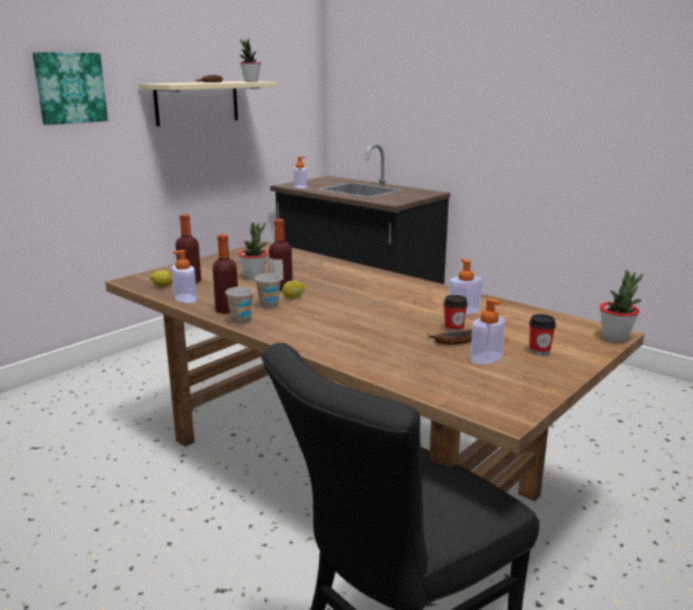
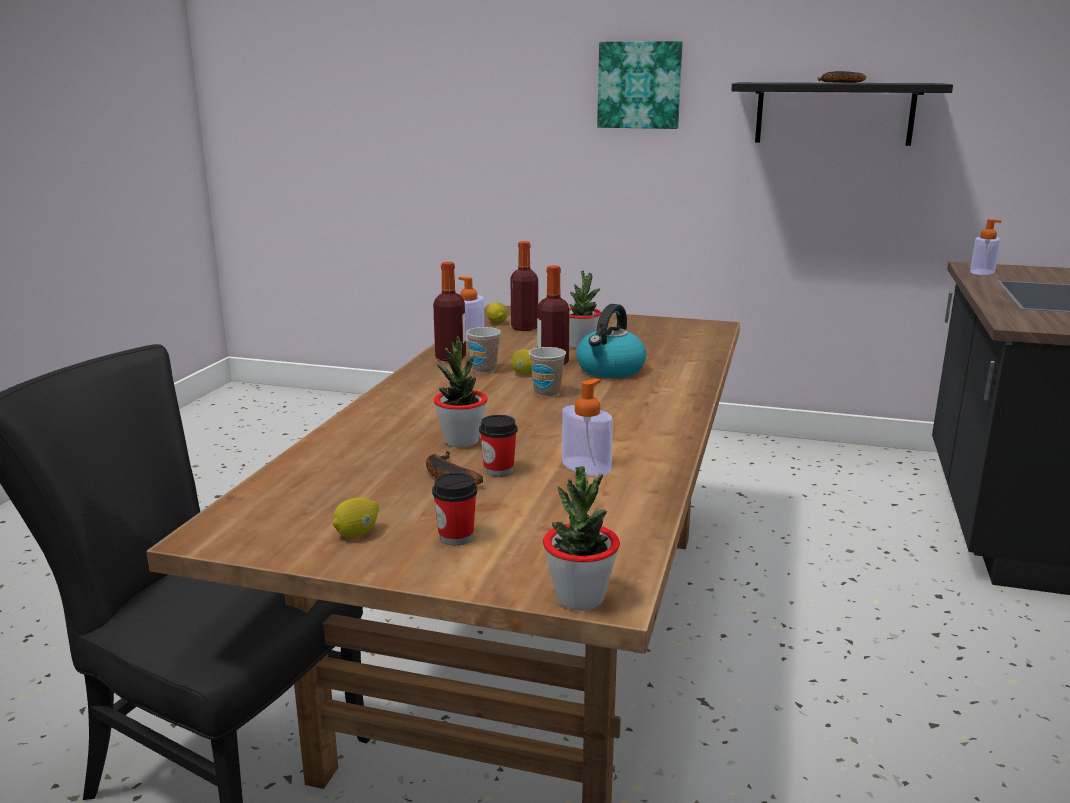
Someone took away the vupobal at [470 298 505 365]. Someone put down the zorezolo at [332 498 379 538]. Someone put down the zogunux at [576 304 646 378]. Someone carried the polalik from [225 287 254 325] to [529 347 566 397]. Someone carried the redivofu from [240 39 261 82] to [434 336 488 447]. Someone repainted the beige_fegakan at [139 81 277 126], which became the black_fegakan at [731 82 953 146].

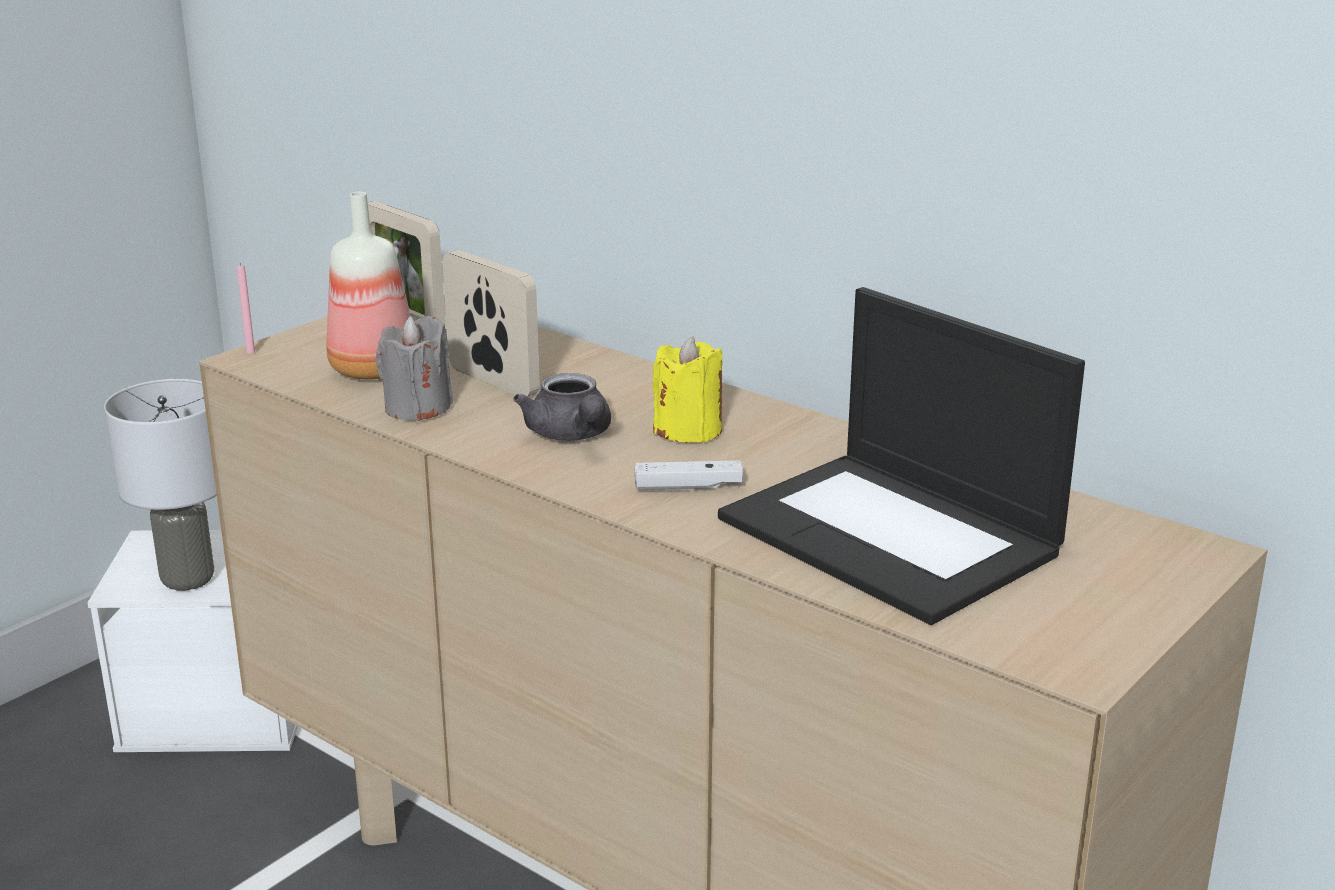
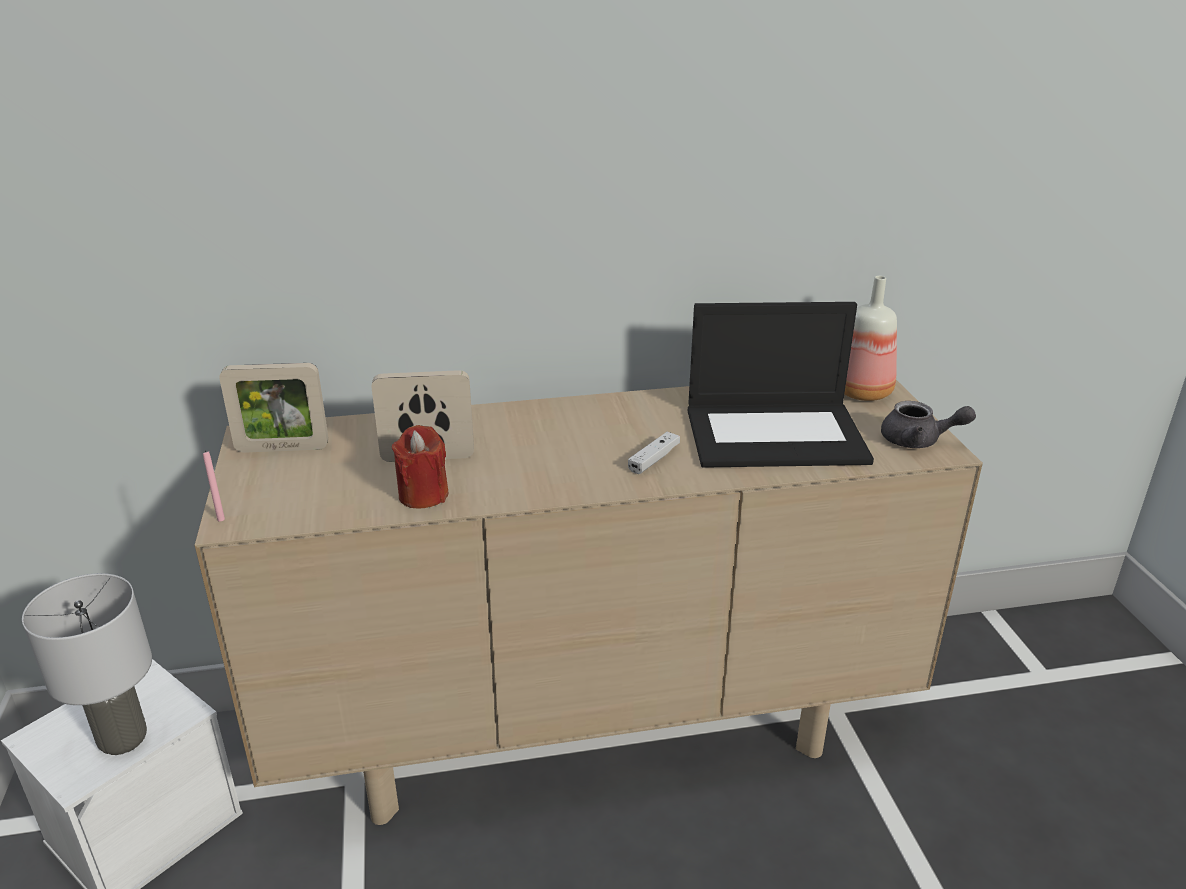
Someone took away the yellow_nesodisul at [652 336 723 443]. Someone carried the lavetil from [327 191 411 379] to [844 276 897 401]. Someone carried the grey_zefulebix from [513 373 611 441] to [881 401 976 448]. Someone repainted the grey_nesodisul at [376 316 453 421], which became the red_nesodisul at [392 425 449 508].

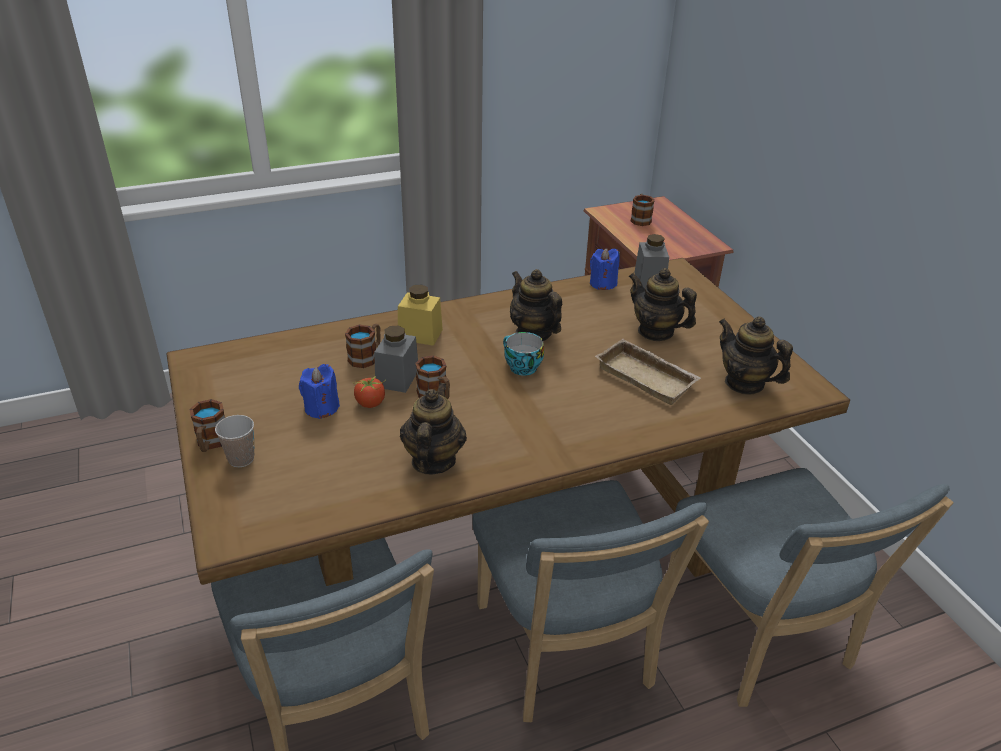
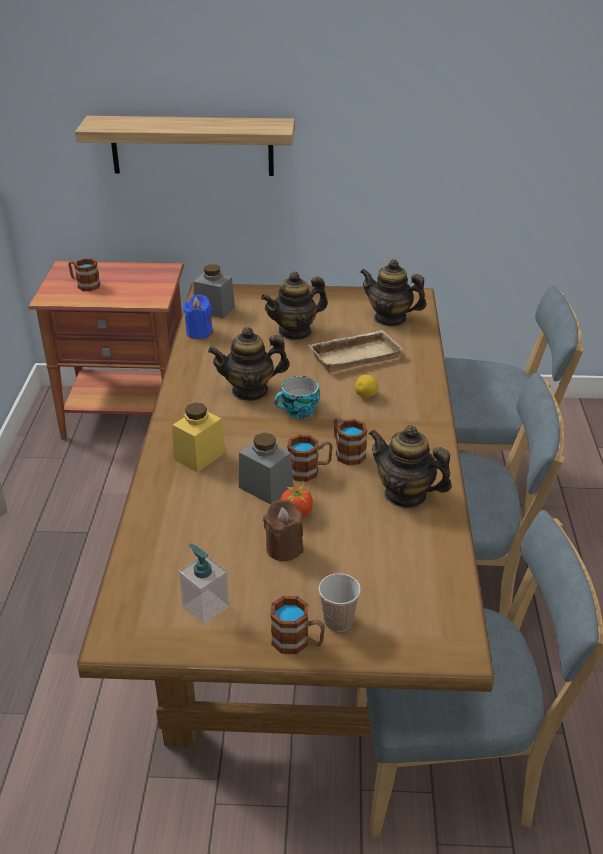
Someone put up the fegakan at [75 116 295 176]. Someone put down the vupobal at [179 544 229 624]. Someone put down the zorezolo at [355 375 378 398]. Someone carried the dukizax from [345 324 381 368] to [334 417 367 465]. Someone repainted the blue_nesodisul at [299 364 340 419], which became the brown_nesodisul at [263 500 304 561]. Someone rotated the zefulebix at [719 317 793 395] by 45 degrees clockwise.

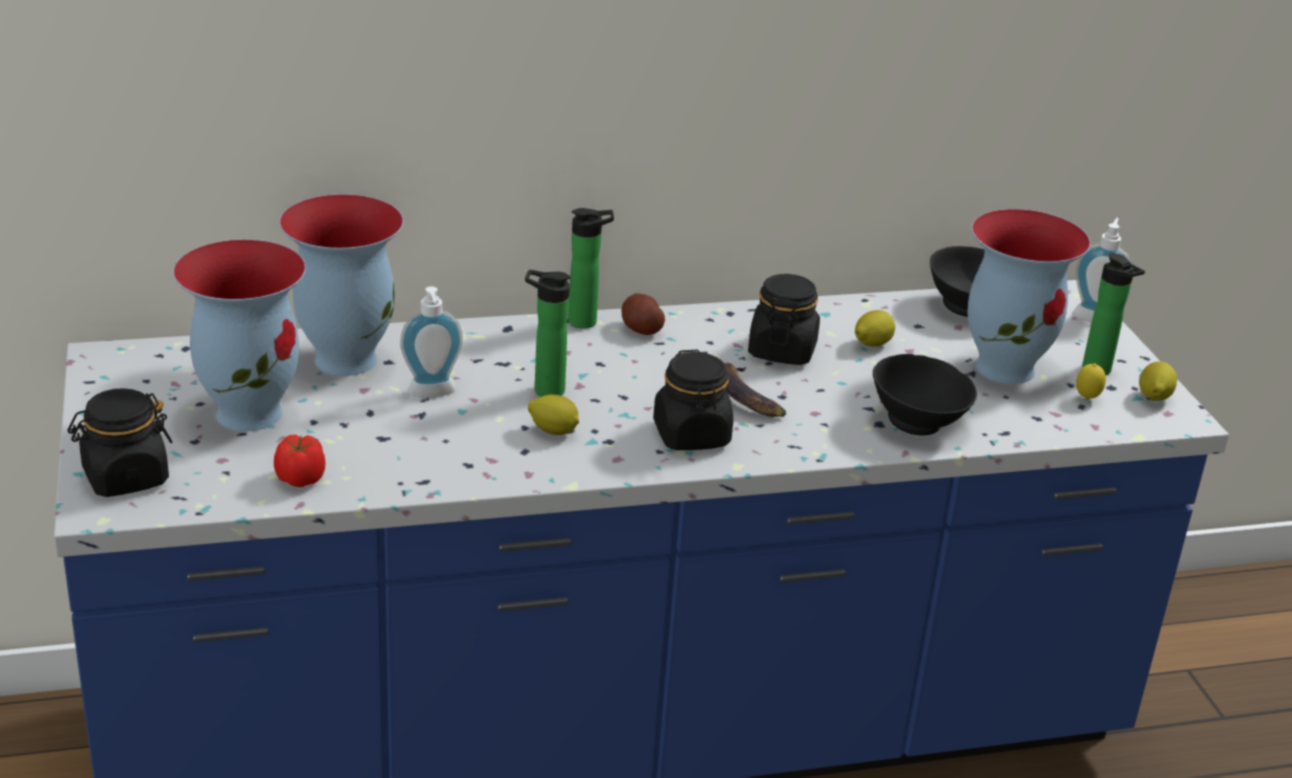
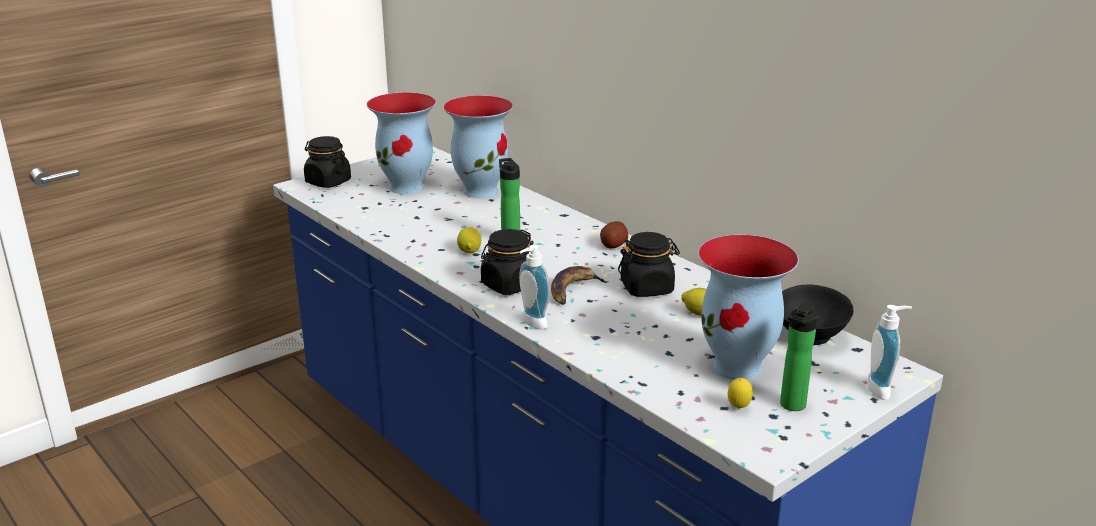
Someone took away the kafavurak at [274 435 326 487]. Someone took away the lavetil at [568 208 614 329]. Someone took away the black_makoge at [873 354 977 436]. Someone took away the zorezolo at [1139 361 1177 401]. Someone carried the vupobal from [400 287 463 397] to [519 245 550 329].

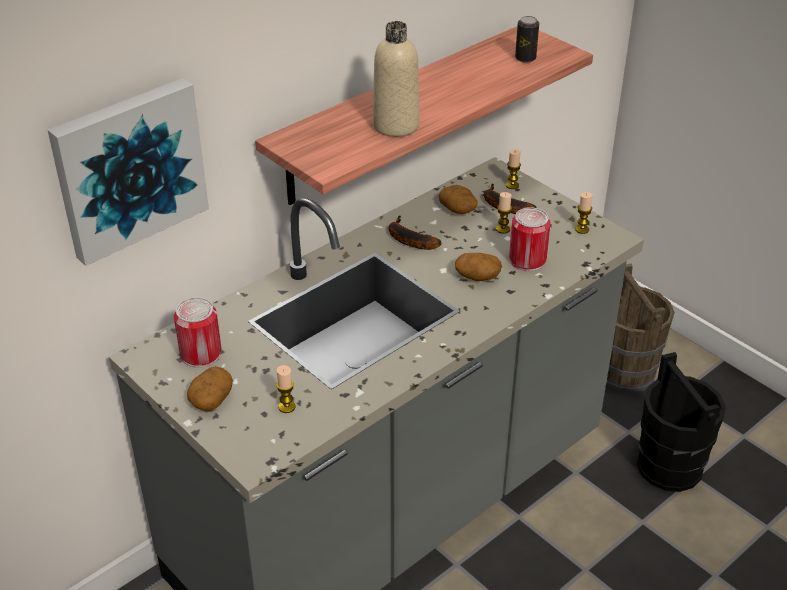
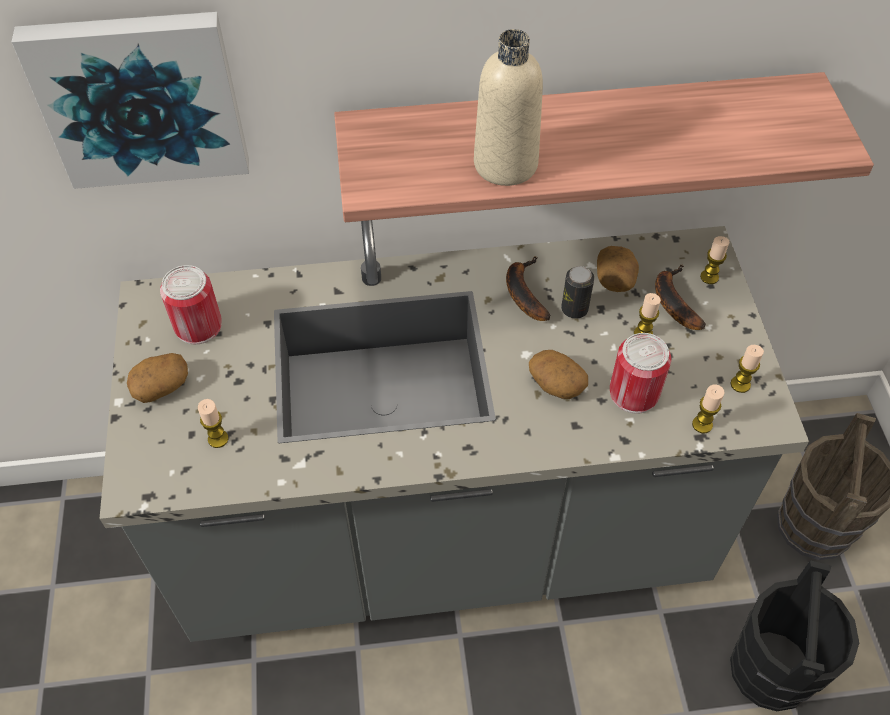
Someone put down the nesodisul at [692 385 724 433]. Someone carried the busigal from [515 16 539 63] to [561 266 594 319].

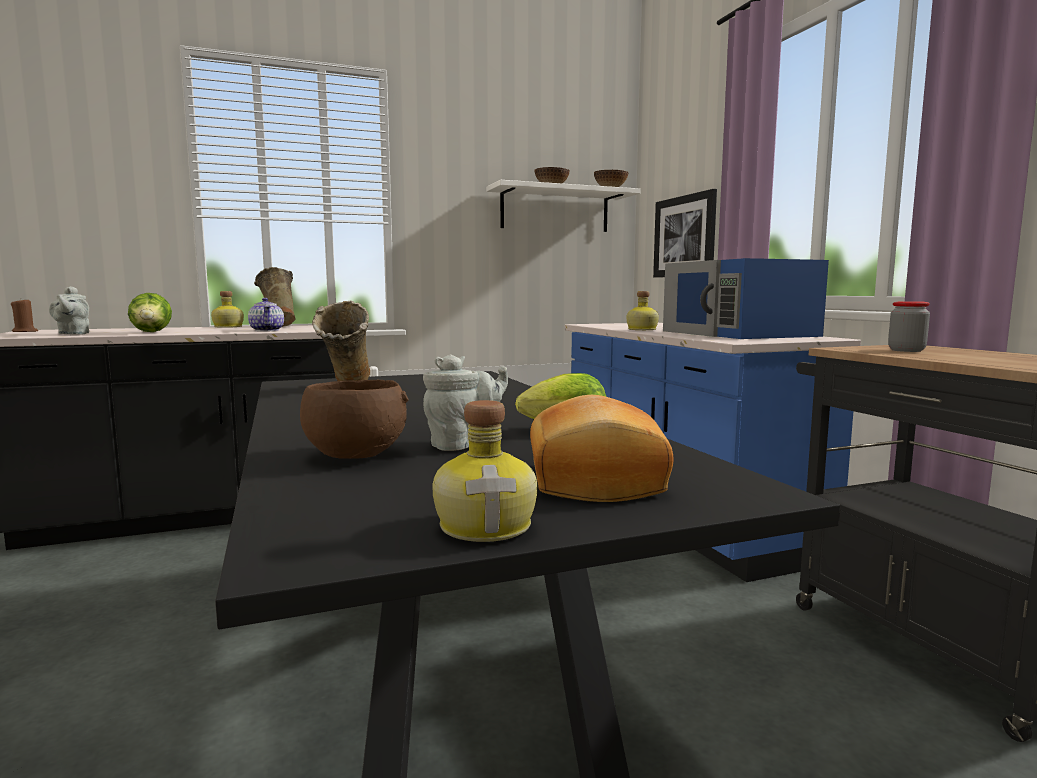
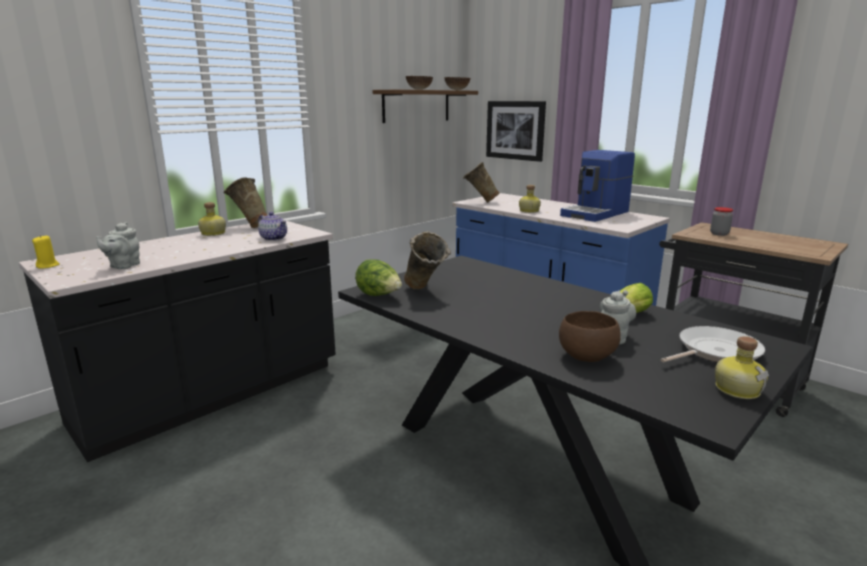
Someone put down the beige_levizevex at [463 162 500 203]. Someone carried the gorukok from [128 293 172 332] to [355 259 402 296]. Someone swapped the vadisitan at [530 395 674 502] for the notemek at [661 326 765 362]. Someone swapped the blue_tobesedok at [663 258 829 339] for the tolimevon at [560 150 635 222]. Someone repainted the brown_nesodisul at [11 300 38 332], which became the yellow_nesodisul at [32 235 60 269]. Someone repainted the white_fegakan at [486 180 641 232], which became the brown_fegakan at [373 90 478 123]. Someone rotated the grey_zefulebix at [49 286 89 335] by 60 degrees clockwise.

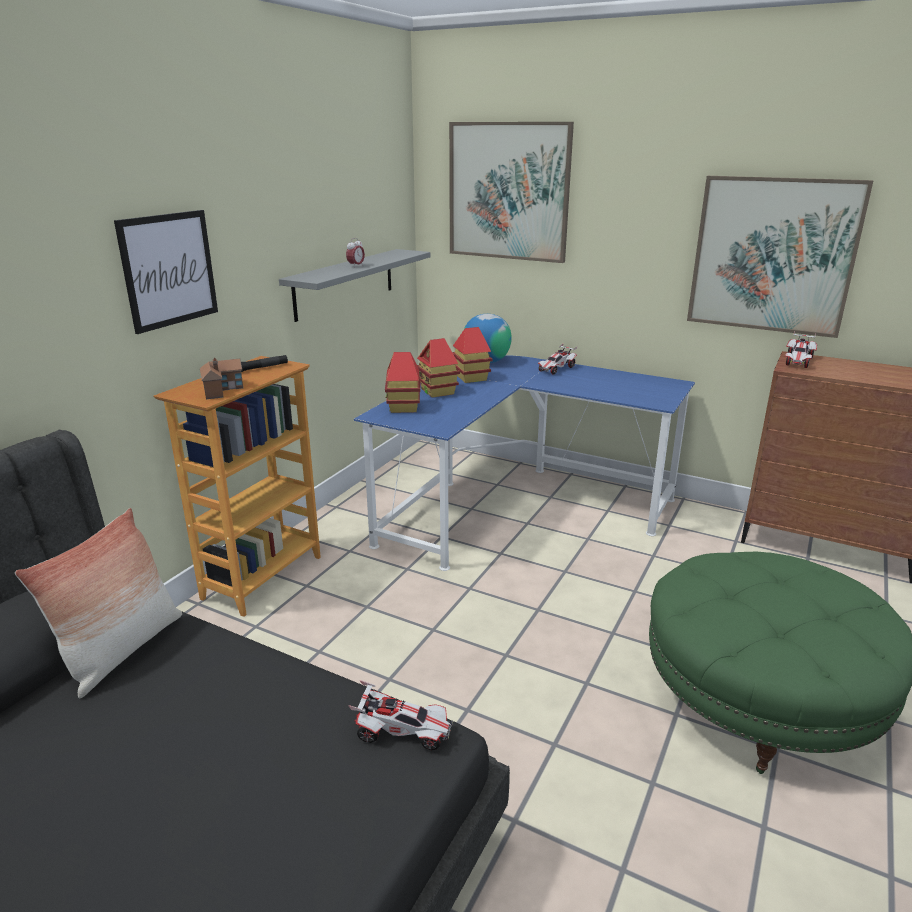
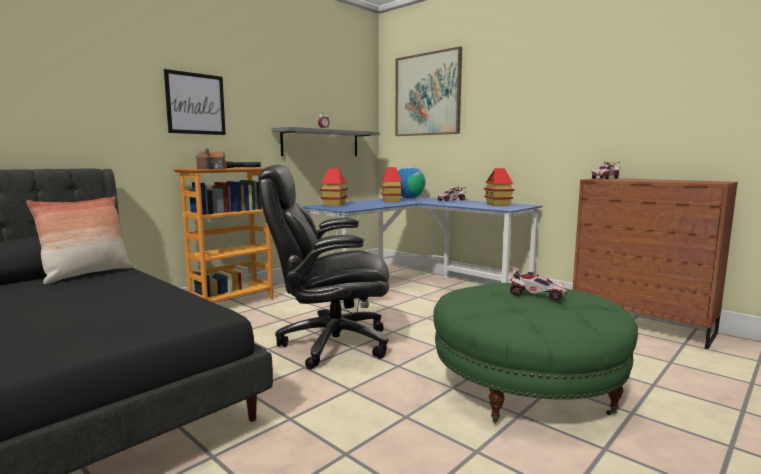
Someone took away the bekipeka at [687 176 874 338]. Someone put down the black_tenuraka at [258 165 389 370]. Someone carried the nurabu from [348 680 453 750] to [507 266 568 300]. Someone carried the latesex from [417 338 460 398] to [484 168 514 206].

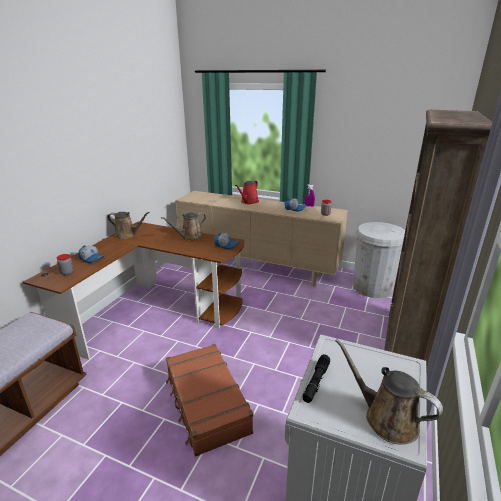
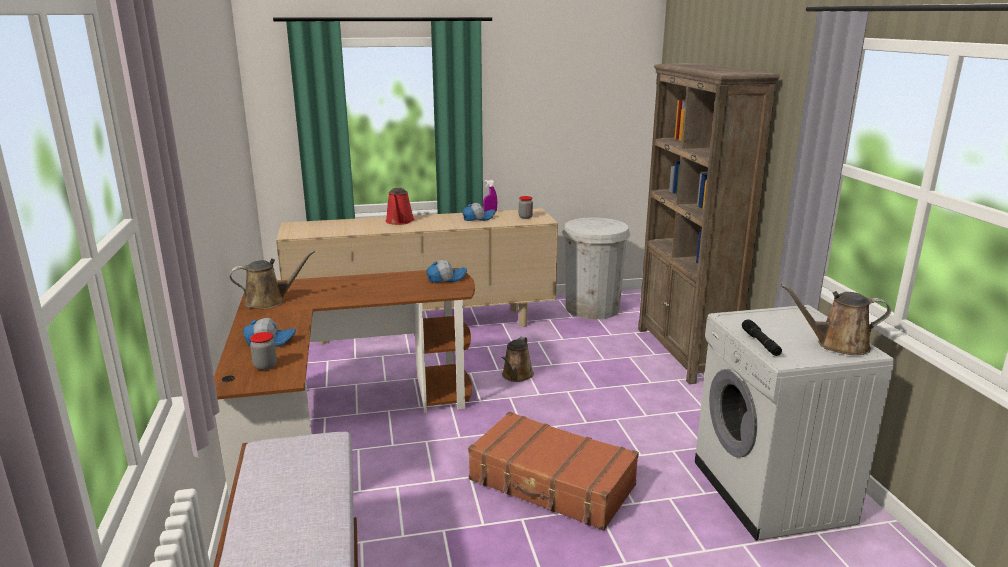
Someone carried the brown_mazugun from [161 212 206 240] to [501 337 534 382].

